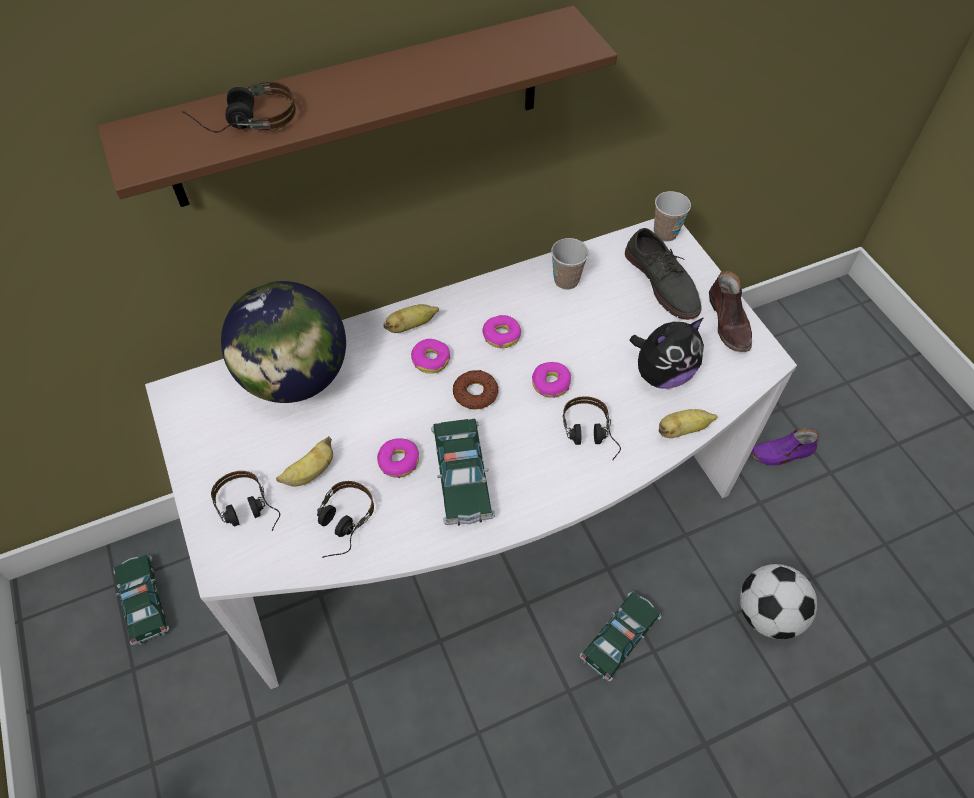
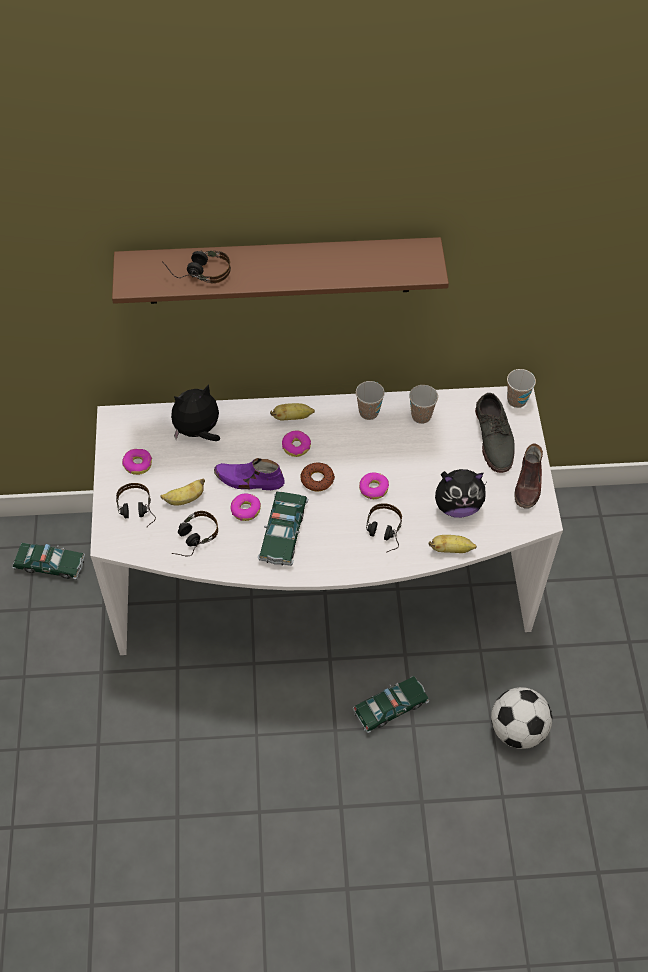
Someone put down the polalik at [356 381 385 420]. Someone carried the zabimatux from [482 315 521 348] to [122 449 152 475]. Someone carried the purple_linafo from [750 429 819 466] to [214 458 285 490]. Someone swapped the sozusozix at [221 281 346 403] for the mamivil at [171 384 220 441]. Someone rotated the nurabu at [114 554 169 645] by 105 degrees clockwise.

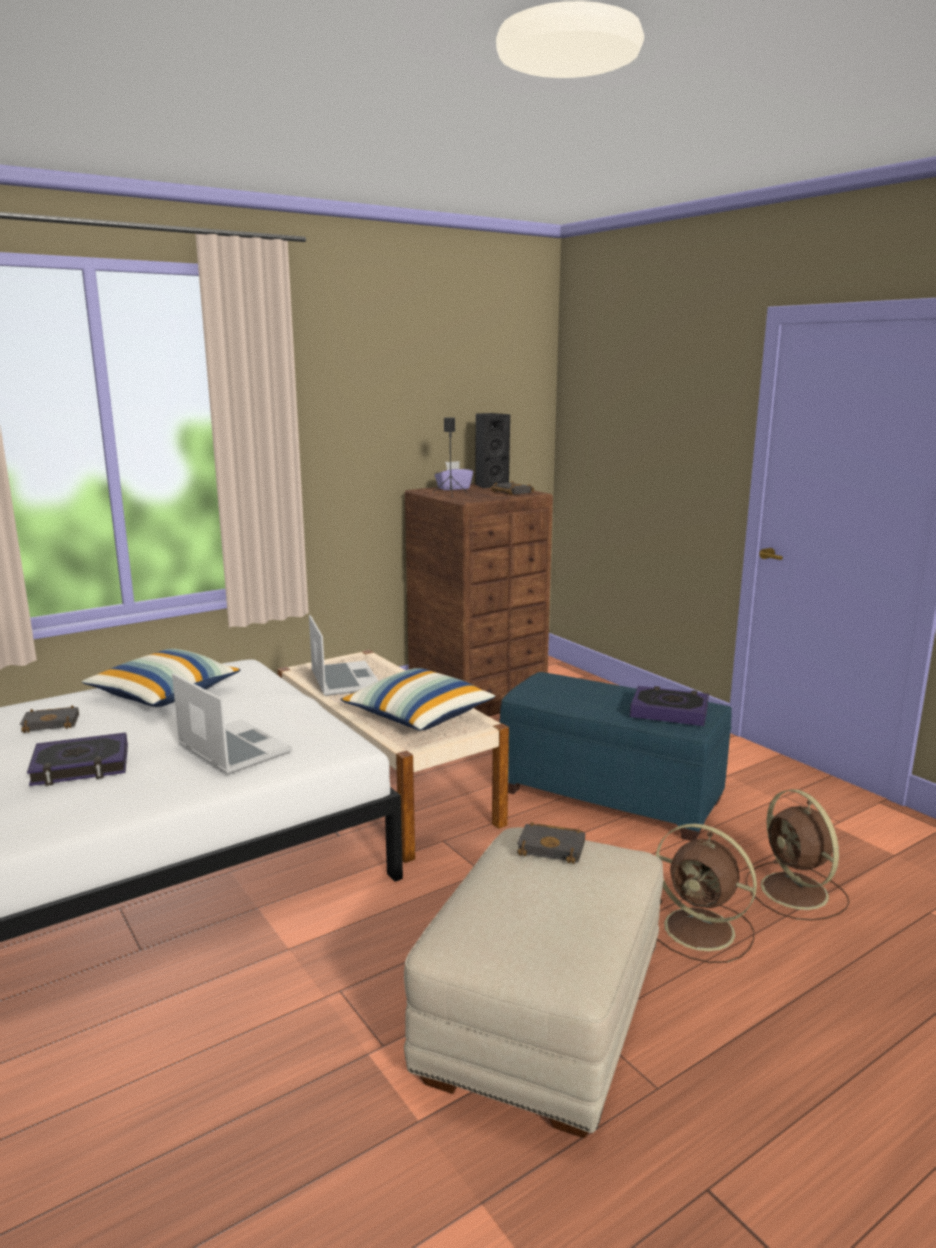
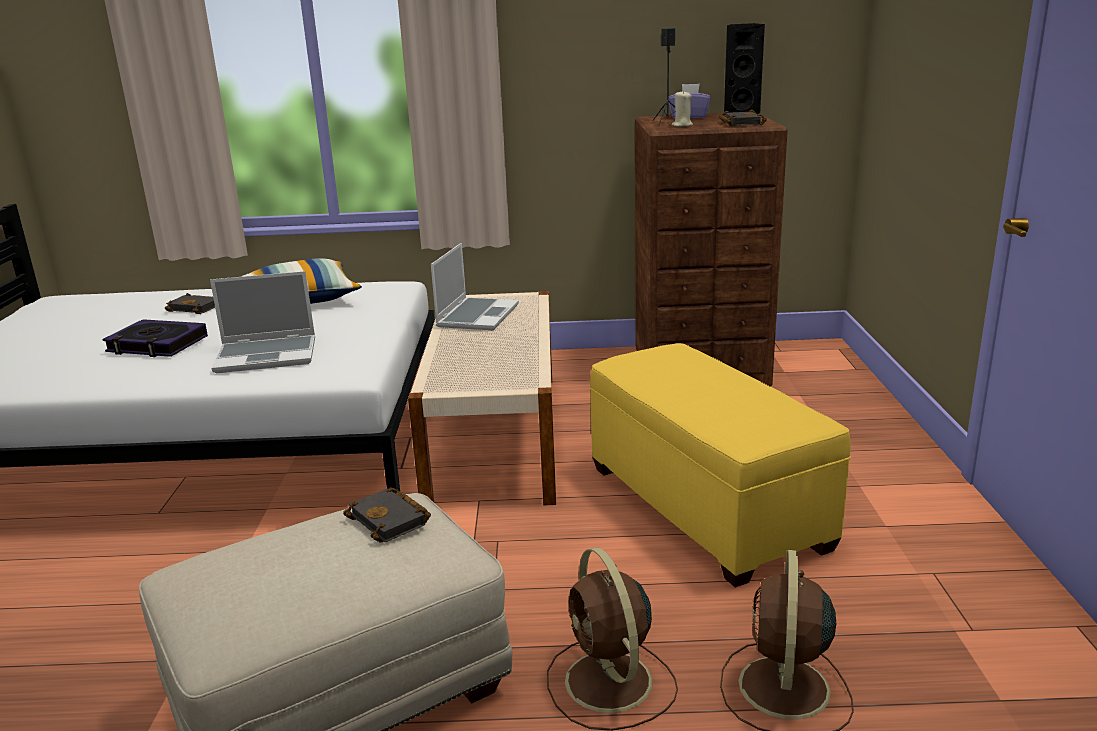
Someone took away the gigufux at [341 668 495 731]. Someone took away the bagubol at [630 686 709 726]. Someone put down the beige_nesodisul at [672 91 693 127]. Someone repainted the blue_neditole at [499 672 732 841], which became the yellow_neditole at [590 343 851 588]. Someone rotated the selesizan at [172 673 292 775] by 90 degrees clockwise.

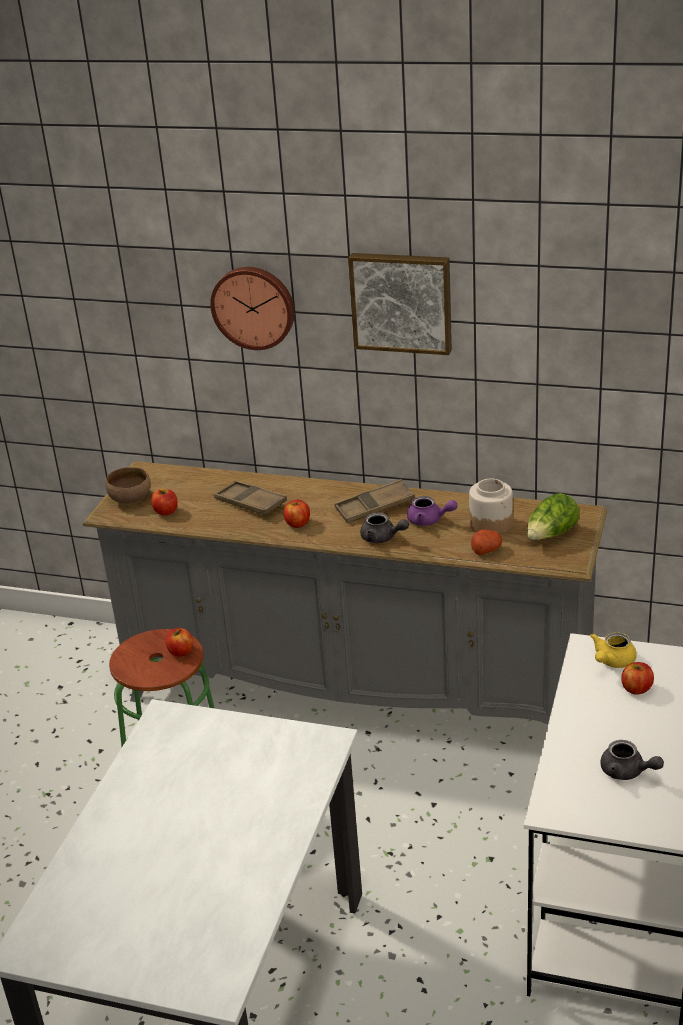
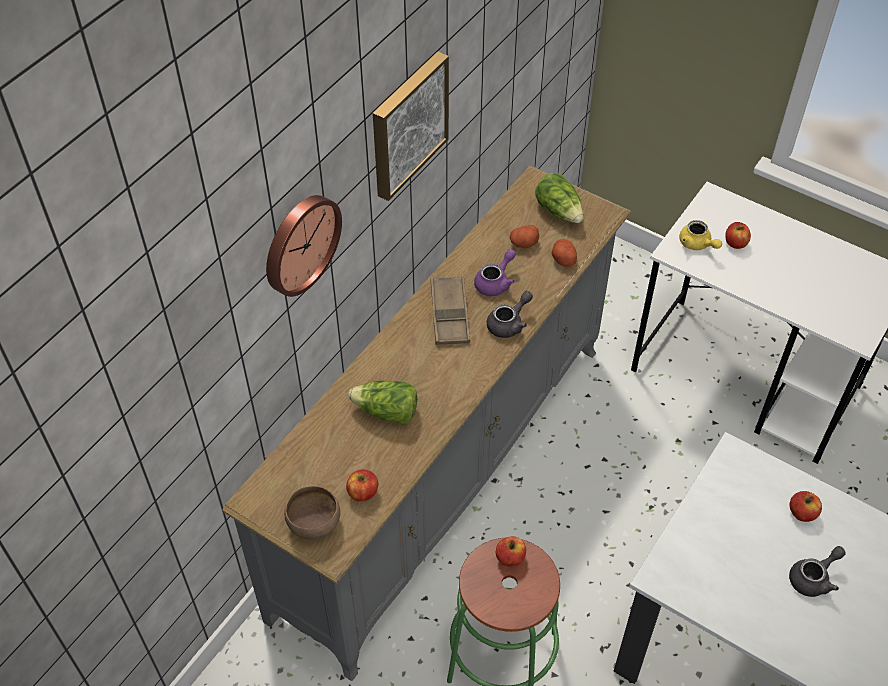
Someone carried the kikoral from [284 499 310 528] to [790 491 822 522]. Someone carried the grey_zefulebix from [600 740 664 780] to [789 546 846 597]. Someone swapped the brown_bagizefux at [214 480 287 515] for the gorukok at [348 381 417 424]. Someone swapped the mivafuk at [469 478 513 535] for the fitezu at [510 225 539 248].

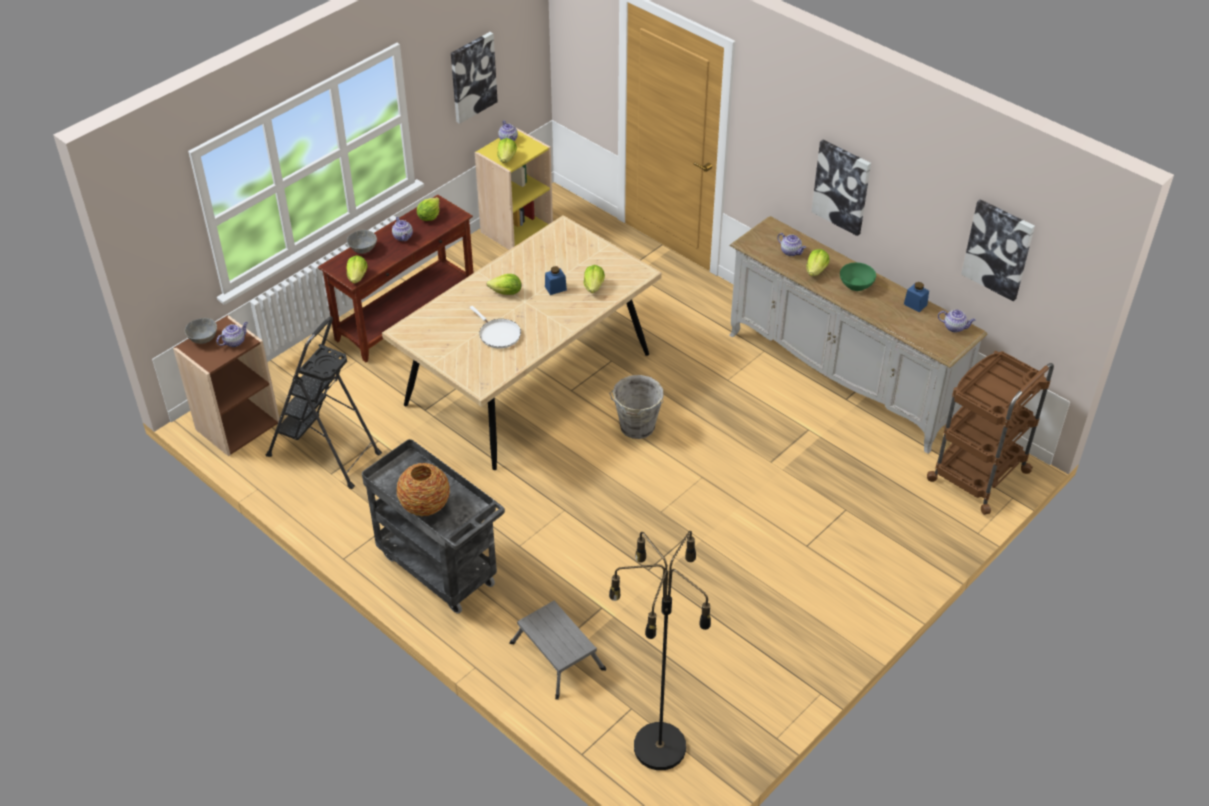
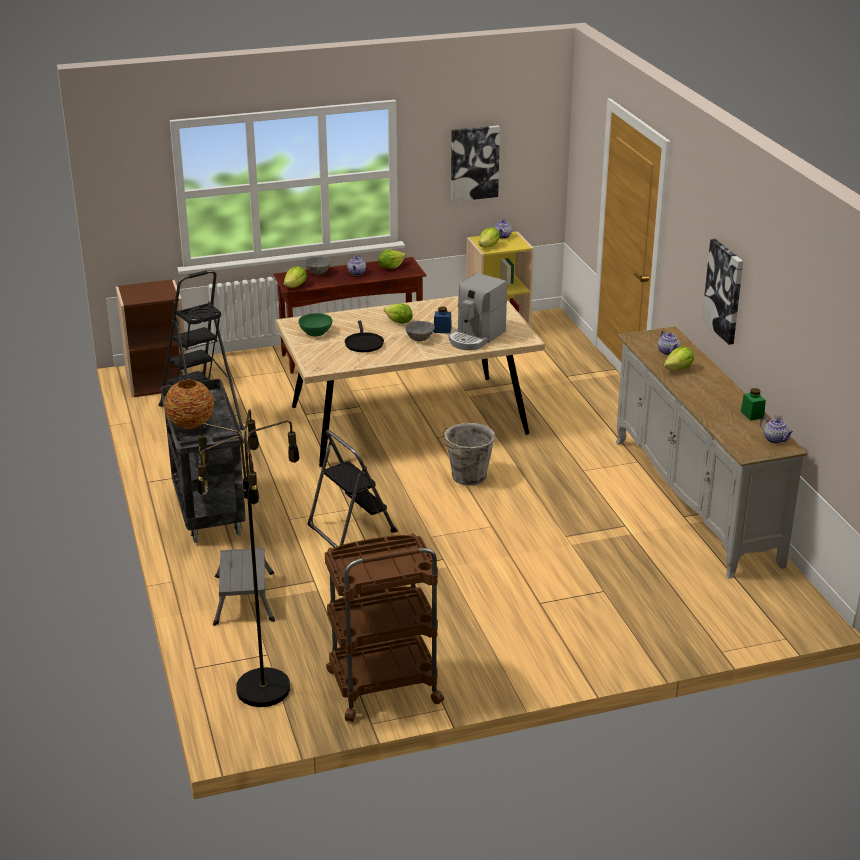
Someone took away the zefulebix at [217 322 248 347]. Someone took away the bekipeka at [961 199 1035 301]. Someone put down the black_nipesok at [308 430 398 548]. Someone carried the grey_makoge from [185 318 217 344] to [405 321 435 341]. Someone carried the green_makoge from [840 262 876 291] to [298 313 332 336]. Someone carried the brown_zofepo from [927 351 1054 515] to [325 534 444 722]. Someone swapped the gorukok at [584 265 605 293] for the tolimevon at [449 273 507 350]. Someone repainted the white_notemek at [470 306 521 349], which became the black_notemek at [345 321 384 352]. Someone repainted the blue_mivafuk at [904 282 929 312], which became the green_mivafuk at [741 388 766 421].

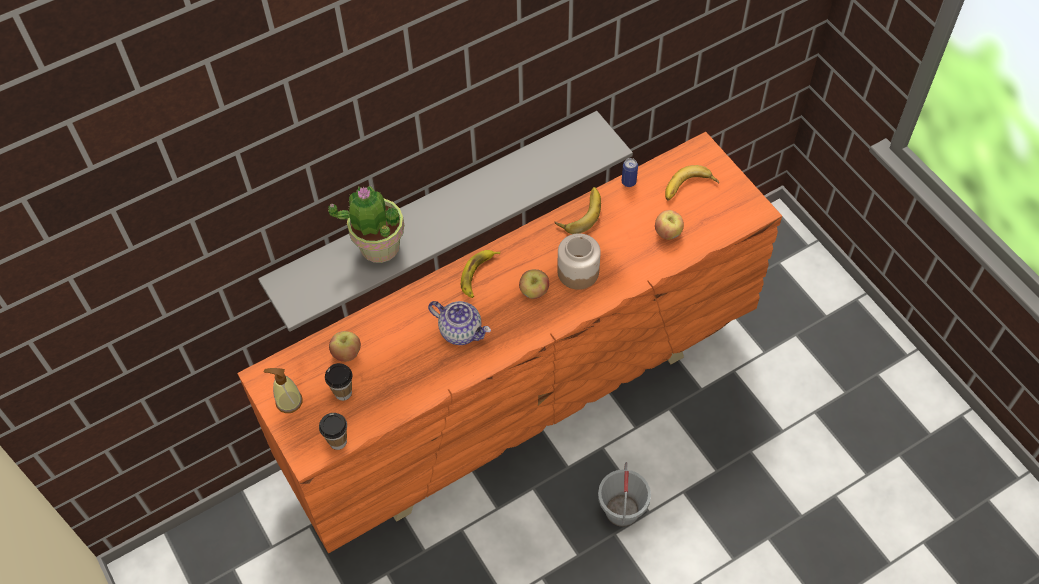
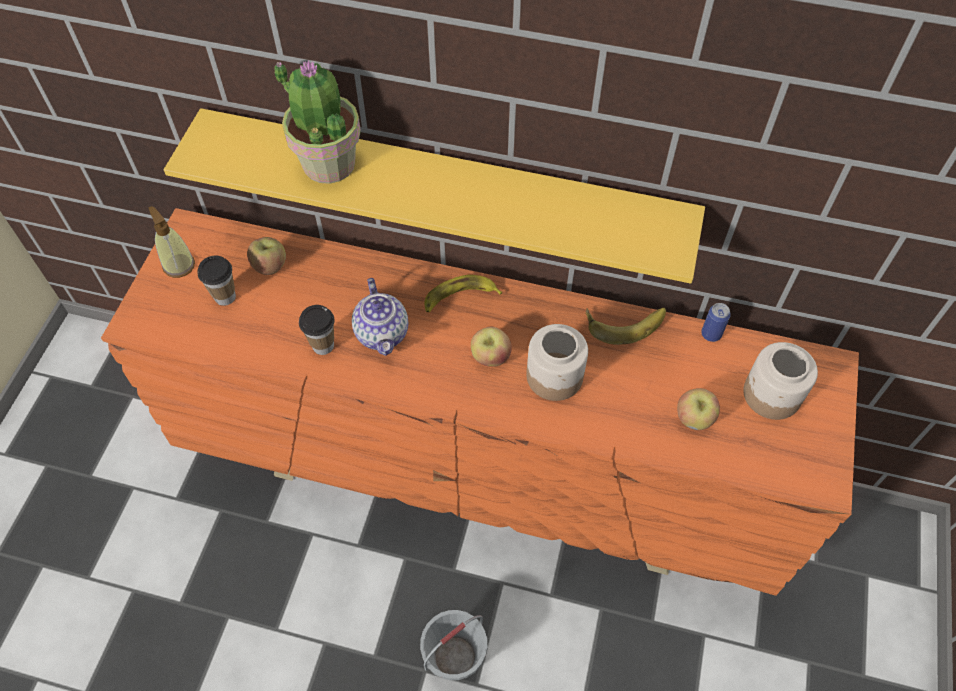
Someone carried the polalik from [319 413 347 450] to [299 305 335 355]. Someone swapped the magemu at [665 165 719 200] for the mivafuk at [743 342 818 420]. Someone repainted the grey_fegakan at [258 111 633 332], which became the yellow_fegakan at [164 108 705 283].

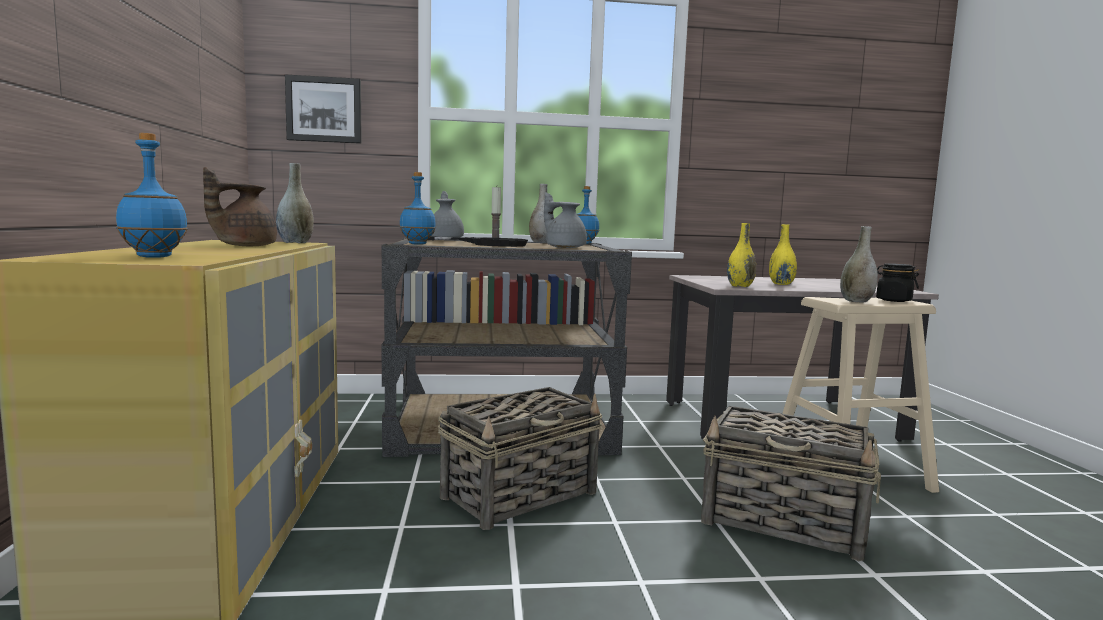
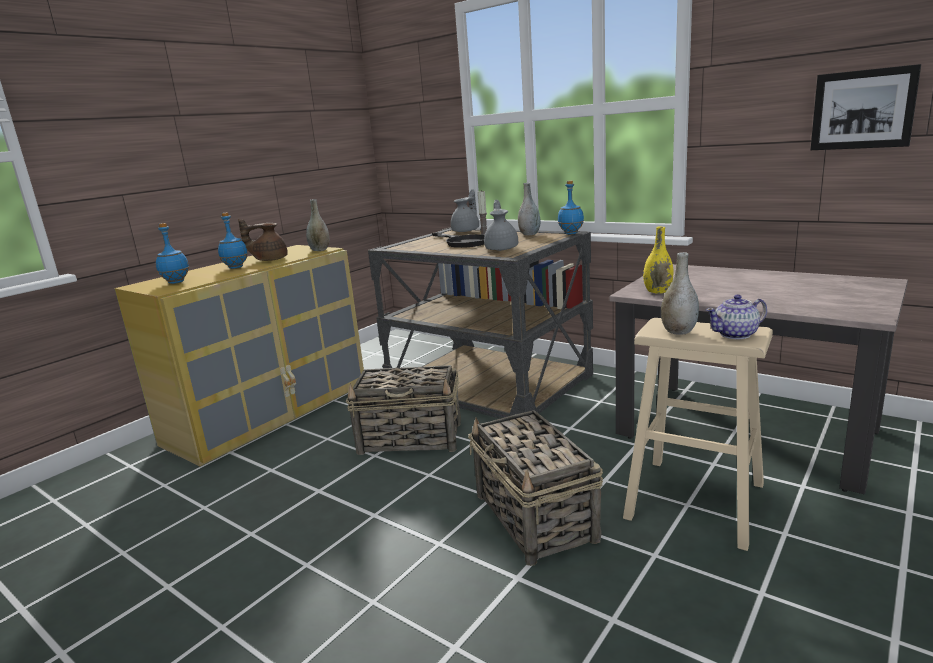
Someone took away the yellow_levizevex at [769 224 797 285]. Someone carried the bekipeka from [285 74 362 144] to [810 64 921 150]. Someone carried the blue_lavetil from [399 172 436 245] to [218 212 248 269]. Someone swapped the black_mivafuk at [876 263 919 302] for the zefulebix at [706 294 767 339].

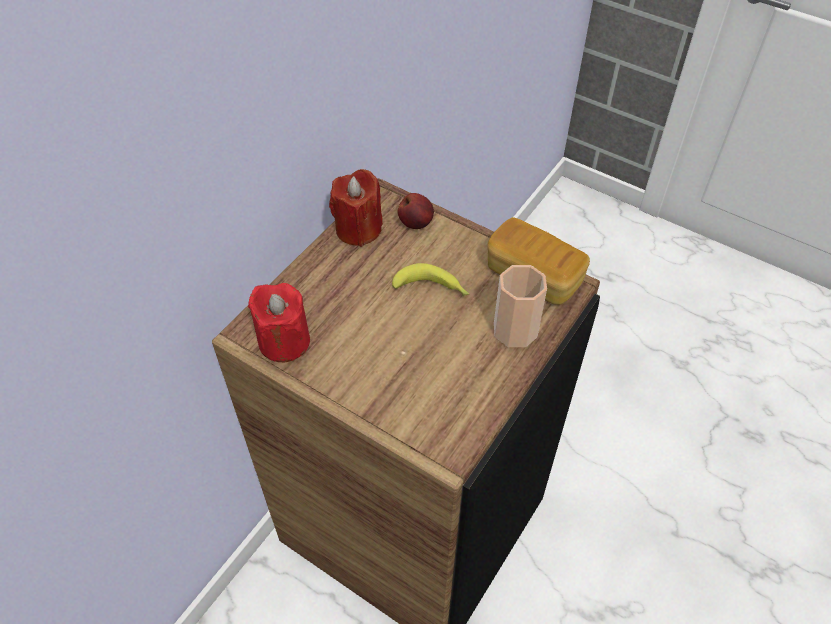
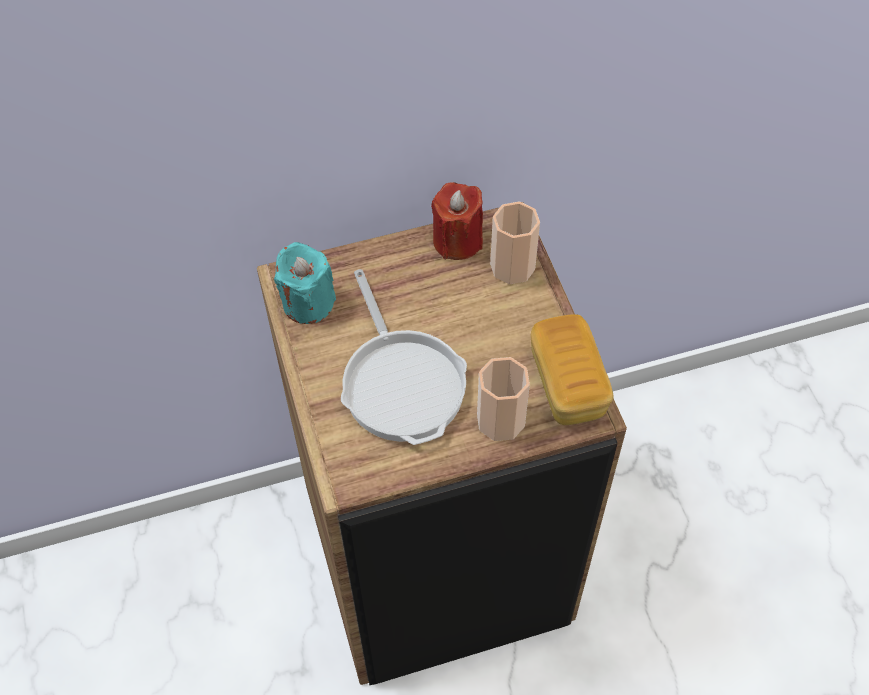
Someone took away the magemu at [392 263 469 296]. Someone put down the notemek at [341 269 467 445]. Someone swapped the kikoral at [398 193 434 229] for the polalik at [490 202 540 284]. Someone repainted the red_nesodisul at [248 283 310 362], which became the turquoise_nesodisul at [274 242 336 324].

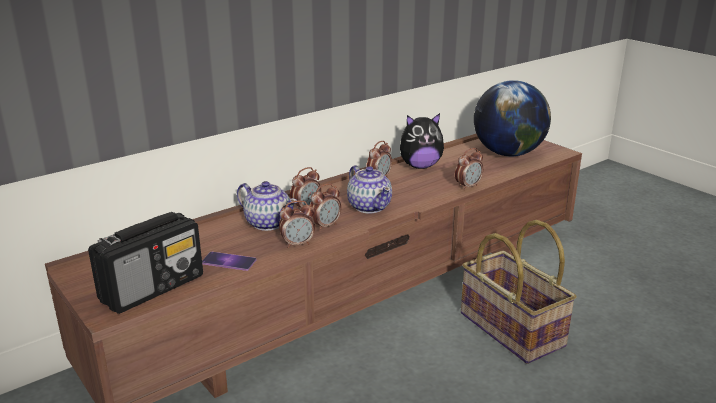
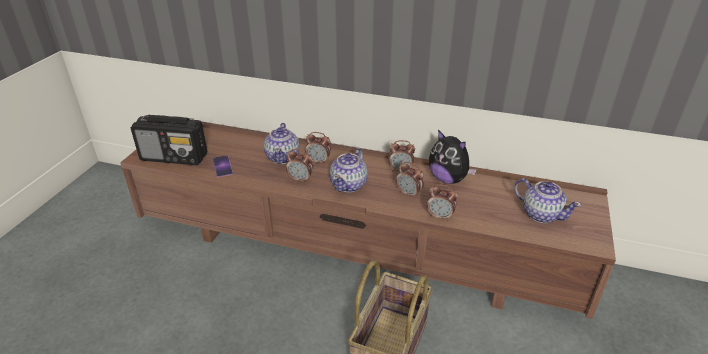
Someone carried the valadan from [279 200 315 248] to [396 162 424 199]. Someone swapped the sozusozix at [474 80 551 156] for the zefulebix at [514 178 582 223].

